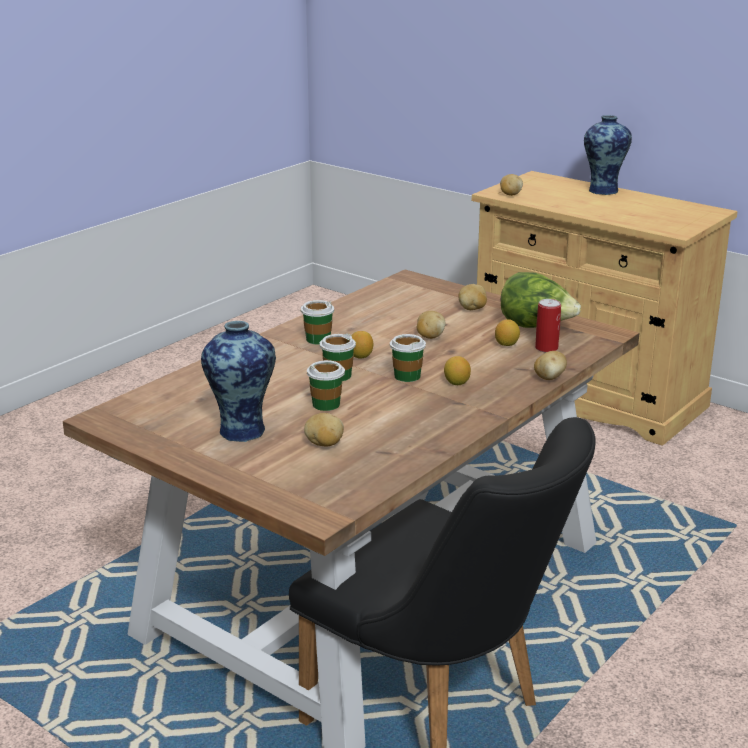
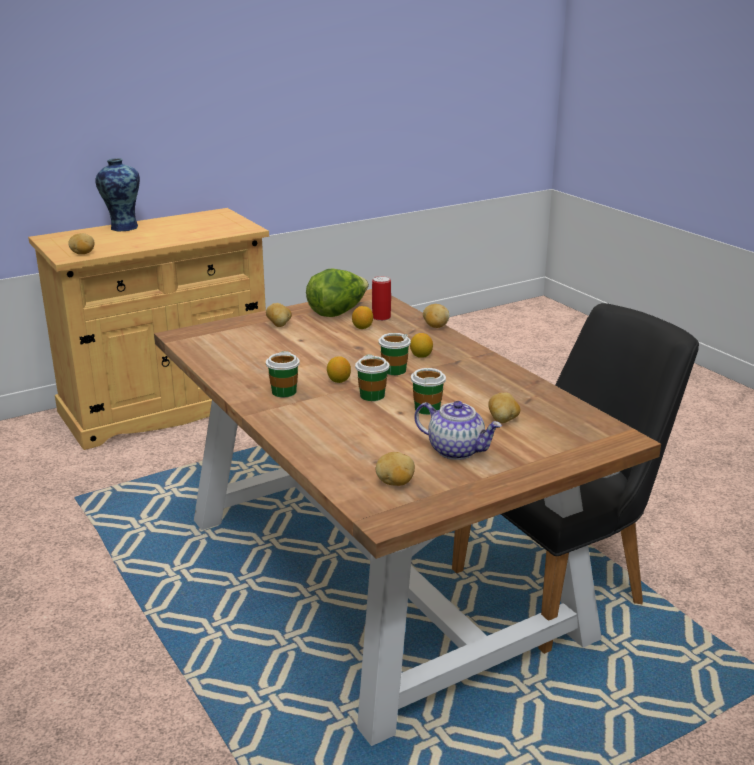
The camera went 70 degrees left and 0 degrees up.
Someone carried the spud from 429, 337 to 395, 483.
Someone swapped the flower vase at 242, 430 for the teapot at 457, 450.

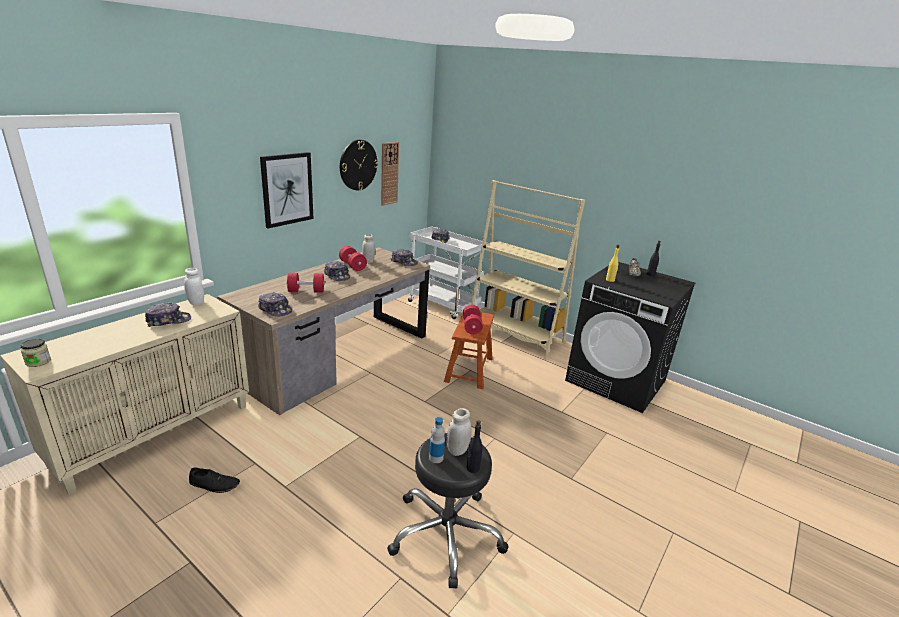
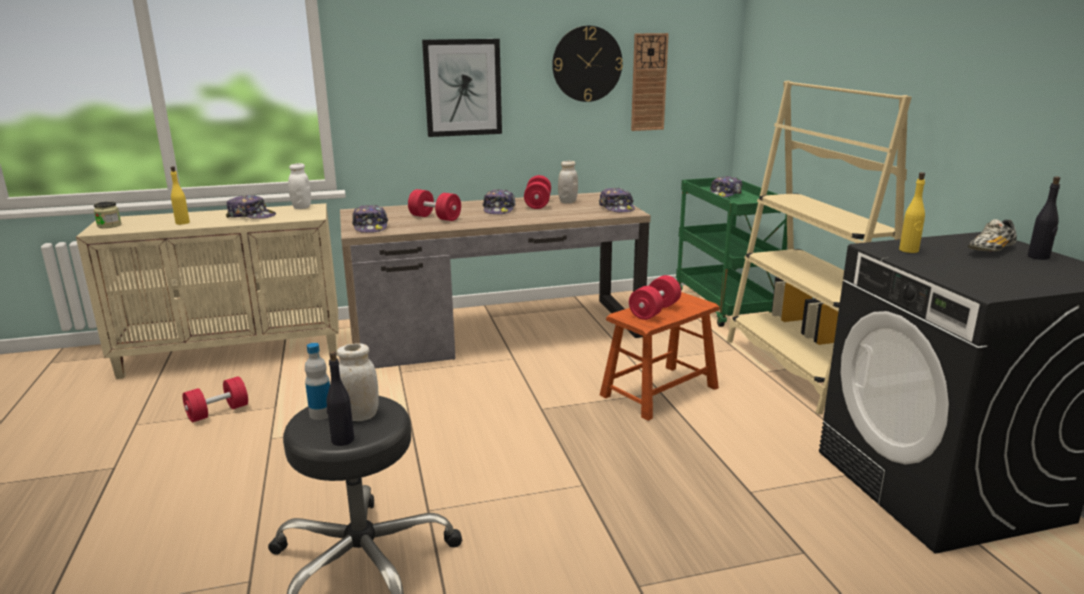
The camera went 40 degrees right and 5 degrees down.
Someone repainted the whitish trolley at 444, 305, which became the green trolley at 726, 308.
Someone swapped the black shoe at 214, 484 for the red-coloured dumbbell at 218, 412.
Someone put down the yellowish bottle at 182, 223.

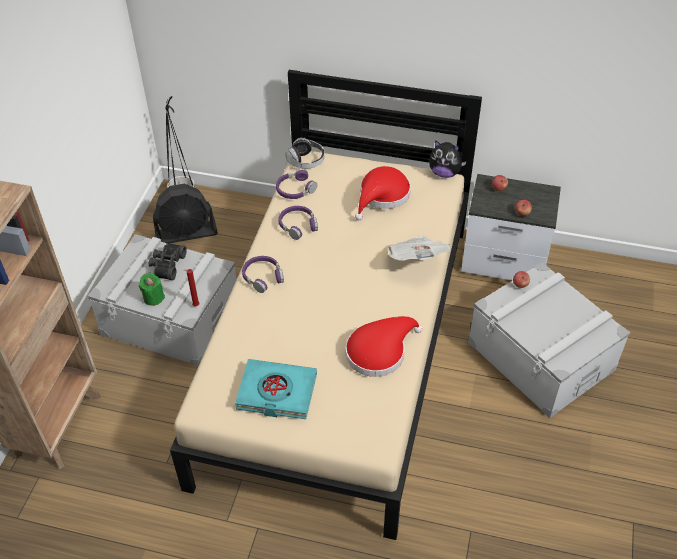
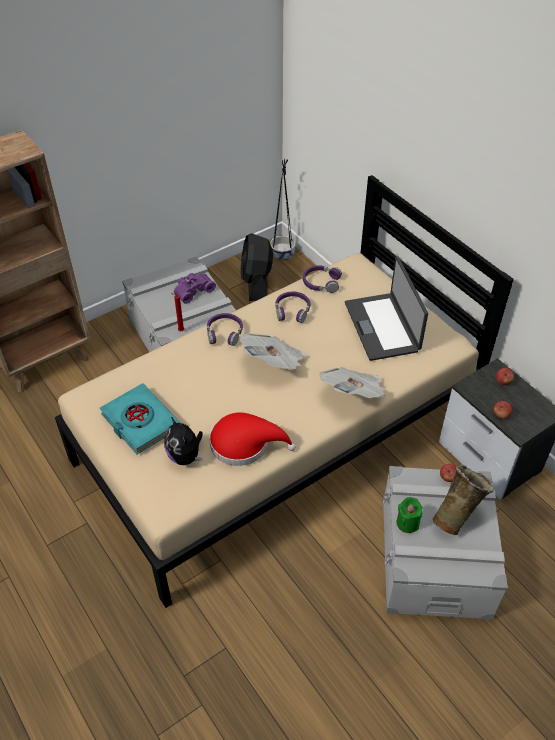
The camera went 40 degrees right and 0 degrees up.
Someone took away the headphones at 306, 161.
Someone carried the cuddly toy from 444, 173 to 185, 456.
Someone swapped the red-coloured wearable hat at 382, 196 for the portable computer at 383, 326.
Someone rotated the black fan at 186, 233 by 60 degrees clockwise.
Someone repainted the black field glasses at 166, 265, which became the purple field glasses at 193, 290.
Someone carried the green wax light from 153, 298 to 407, 523.
Someone put down the daily paper at 274, 363.
Someone put down the sand-coloured flower vase at 457, 516.

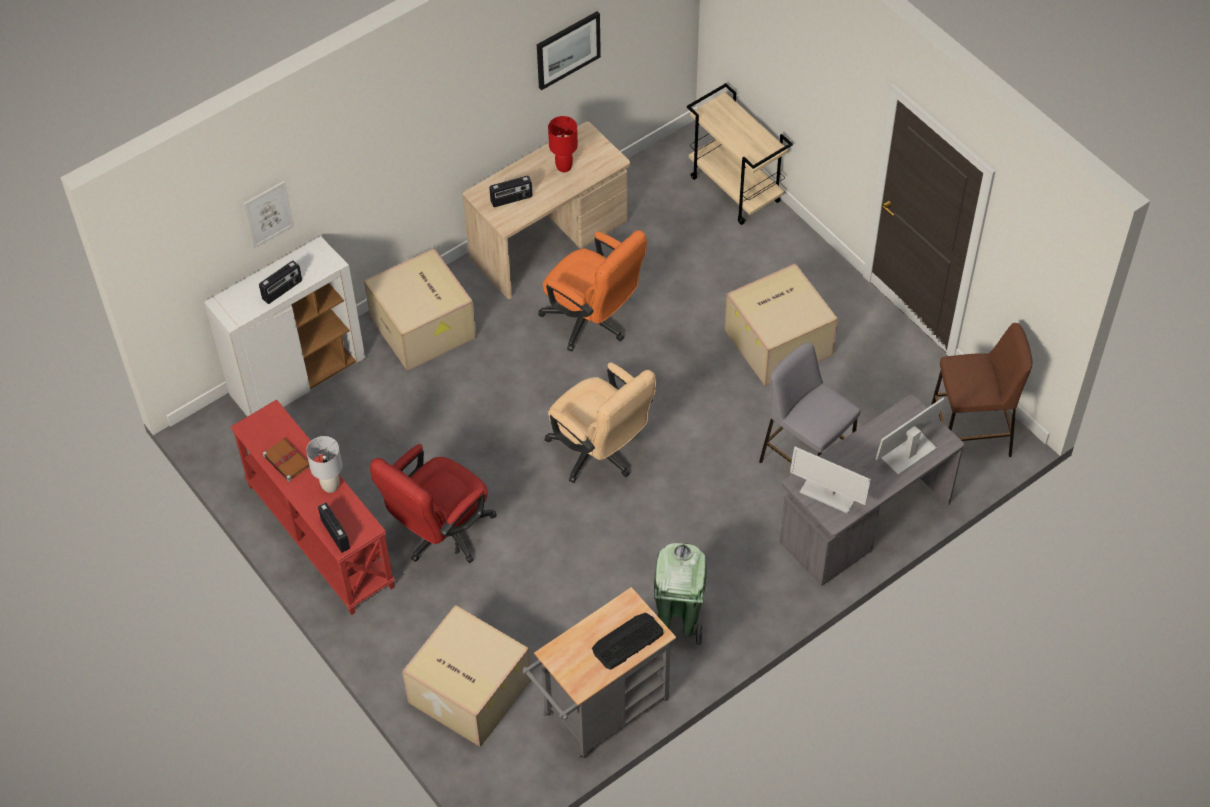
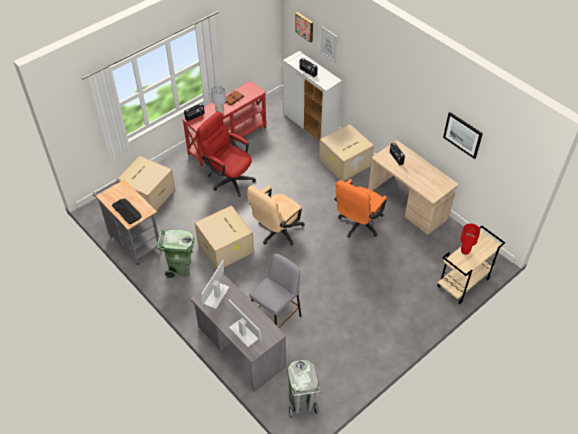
The camera went 85 degrees right and 5 degrees down.
Someone carried the red-coloured table lamp from 564, 167 to 465, 251.
Someone carried the cardboard box from 778, 341 to 226, 247.
Someone swapped the brown-coloured sitting stool at 970, 435 for the greyish rubbish bin at 302, 403.
Someone put up the wall picture at 305, 26.

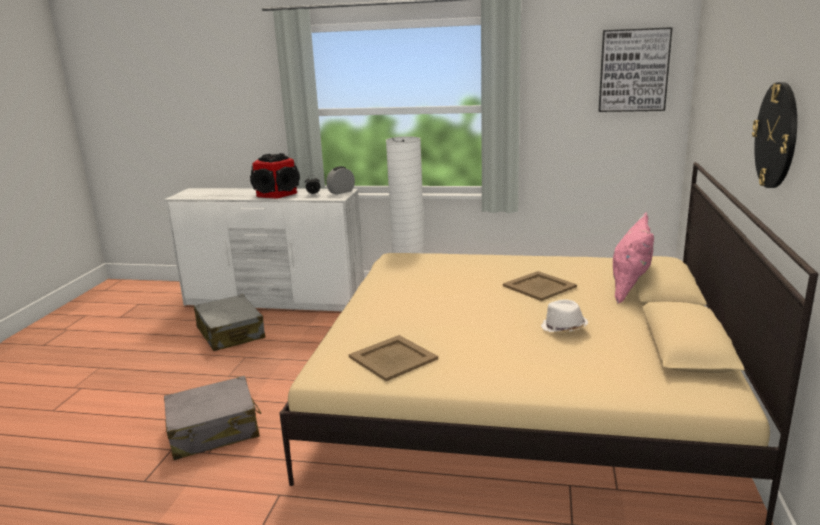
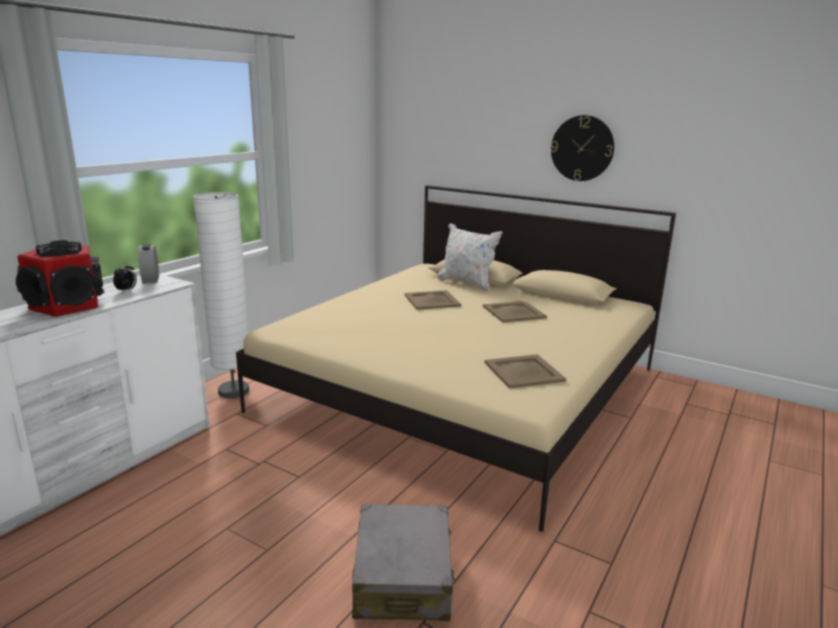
The camera went 70 degrees left and 0 degrees up.
Someone took away the wall picture at 633, 70.
Someone repainted the pink-coloured cushion at 630, 289, which became the whitish cushion at 467, 283.
Someone took away the greyish travel case at 230, 333.
Someone swapped the whitish wearable hat at 563, 328 for the sand-coloured tray at 514, 312.

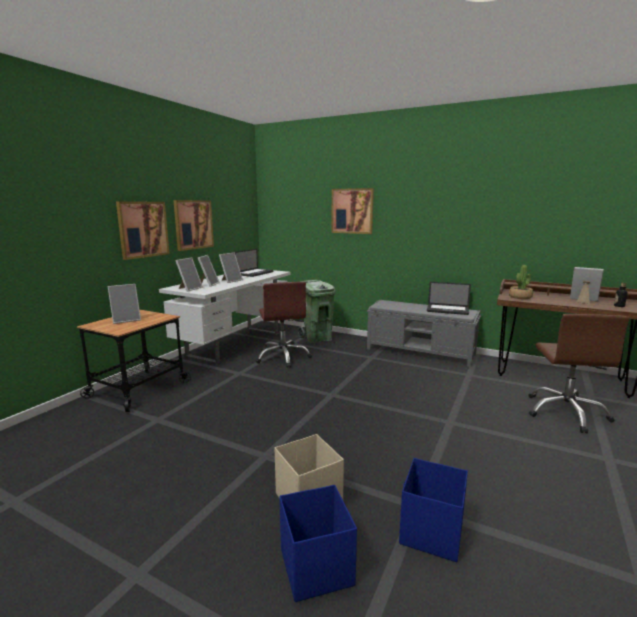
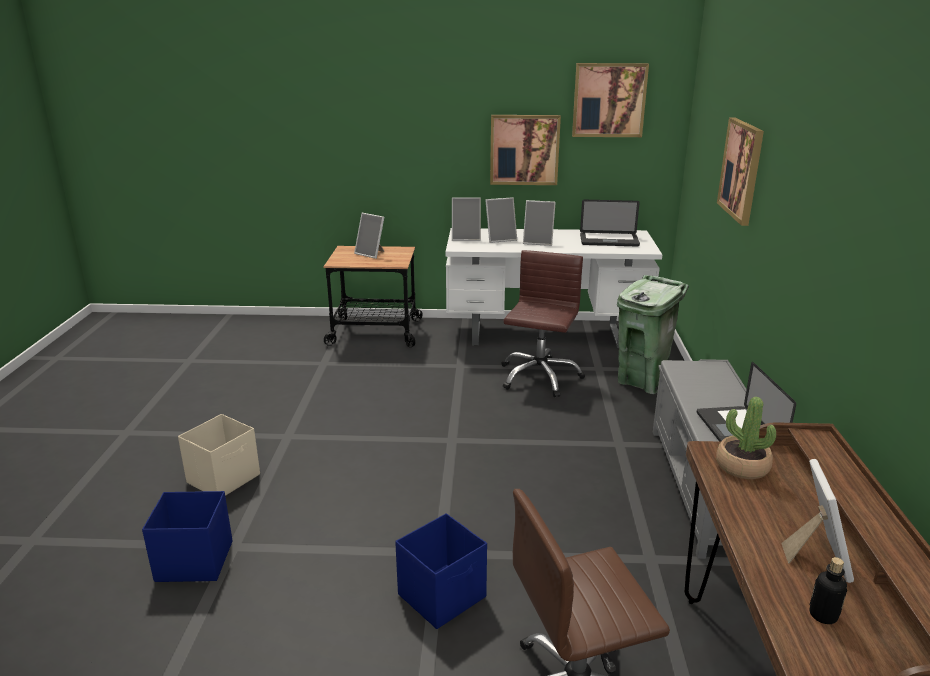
The camera went 65 degrees right and 10 degrees up.
Someone carried the wall picture from 143, 229 to 609, 100.
Someone rotated the brown-coloured office chair at 283, 357 by 150 degrees clockwise.
Someone carried the bluish storage box from 316, 566 to 443, 596.

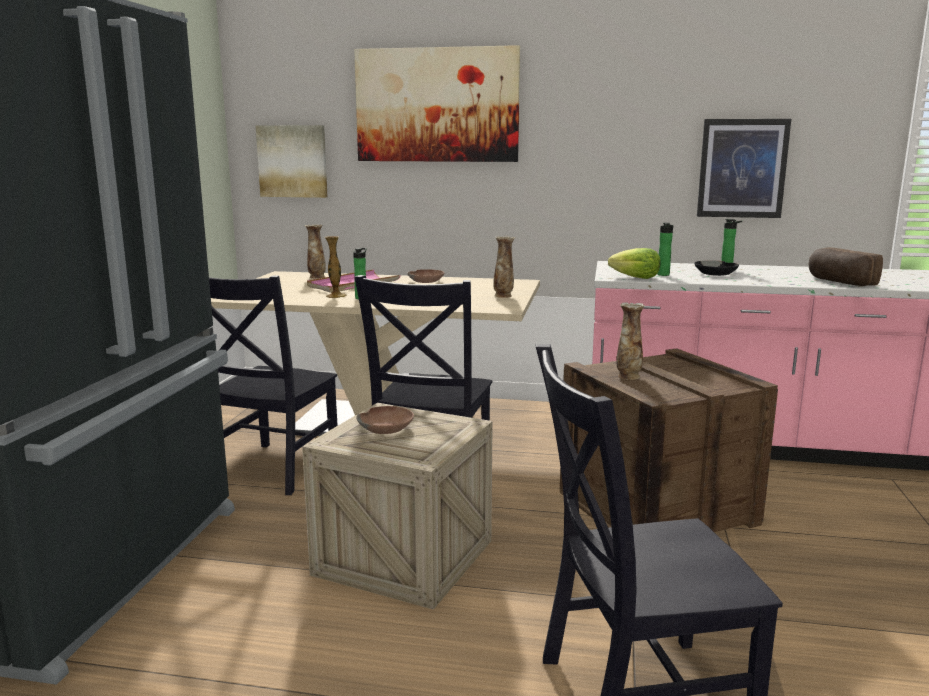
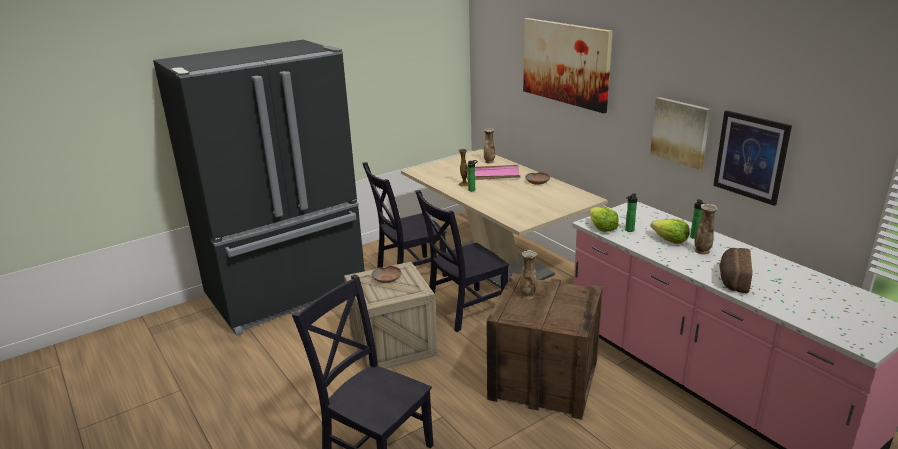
The camera went 45 degrees right and 10 degrees up.
Someone carried the wall picture from 293, 161 to 680, 132.
Someone carried the flower vase from 503, 296 to 702, 251.
Someone swapped the black deep dish at 716, 273 for the head of lettuce at 670, 240.

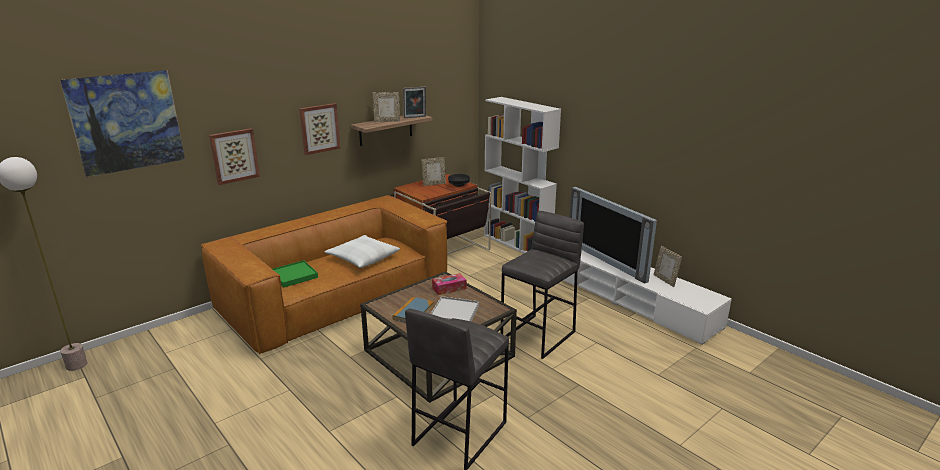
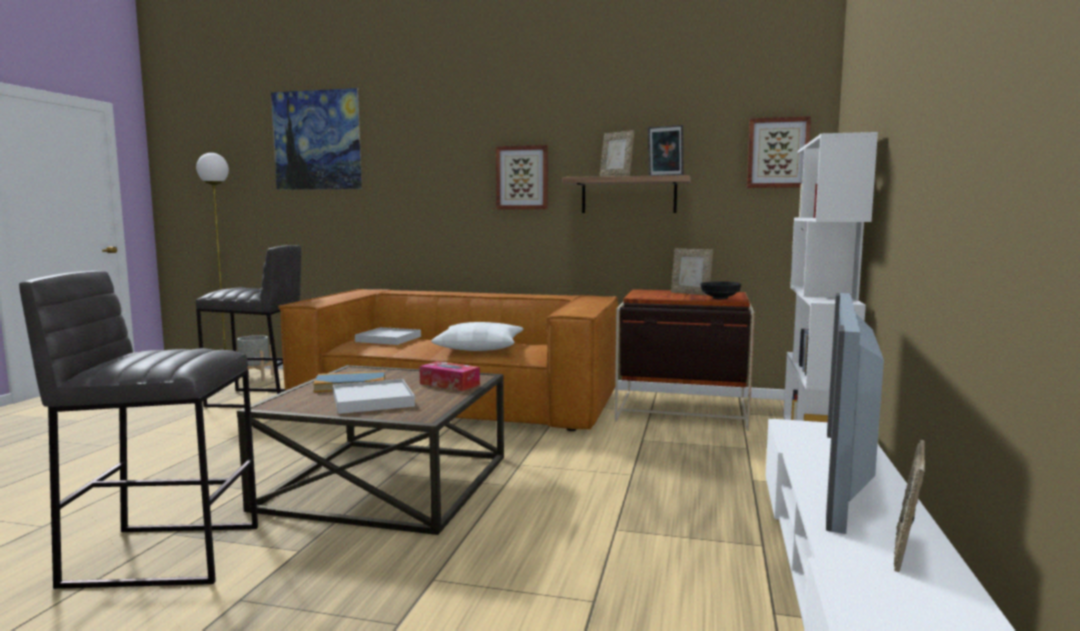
The camera went 55 degrees right and 15 degrees down.
Someone carried the wall picture from 234, 156 to 778, 153.
Someone carried the greyish sitting stool from 539, 336 to 258, 399.
Someone repainted the green tray at 294, 275, which became the whitish tray at 388, 339.
Someone put down the greyish plant pot at 255, 377.

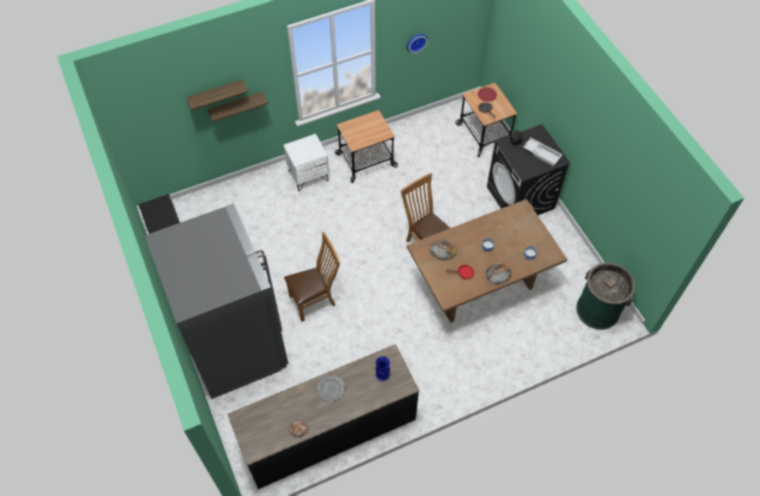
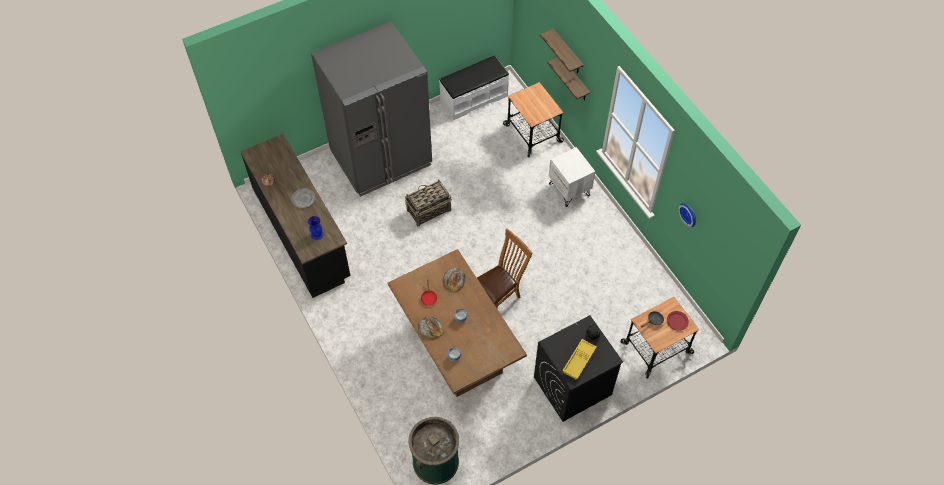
The camera went 85 degrees right and 0 degrees up.
Someone carried the trolley from 366, 160 to 533, 133.
Someone repainted the whitish tray at 542, 153, which became the yellowish tray at 579, 361.
Someone swapped the brown-coloured plain chair at 315, 300 for the basket at 428, 210.

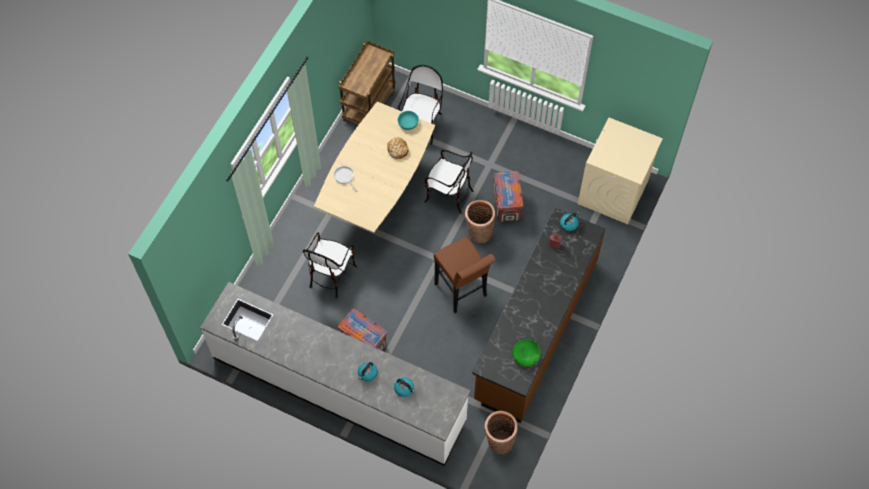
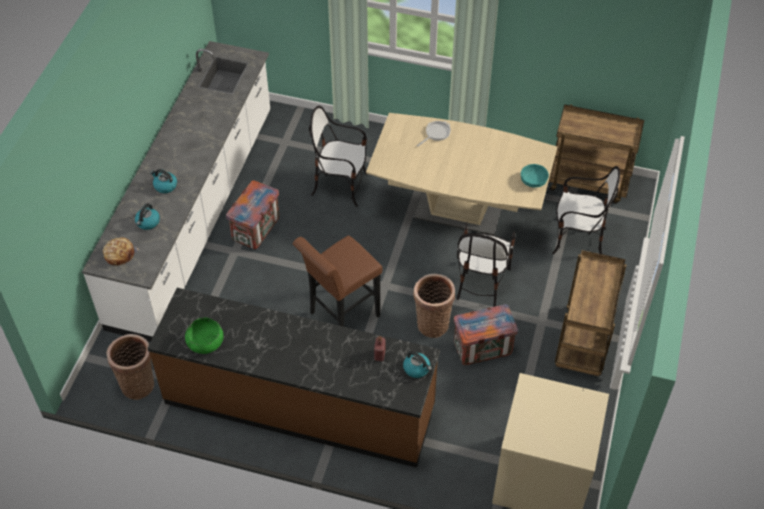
The camera went 80 degrees right and 10 degrees down.
Someone carried the bread from 397, 150 to 119, 254.
Someone put down the brown-coloured trolley at 583, 343.

